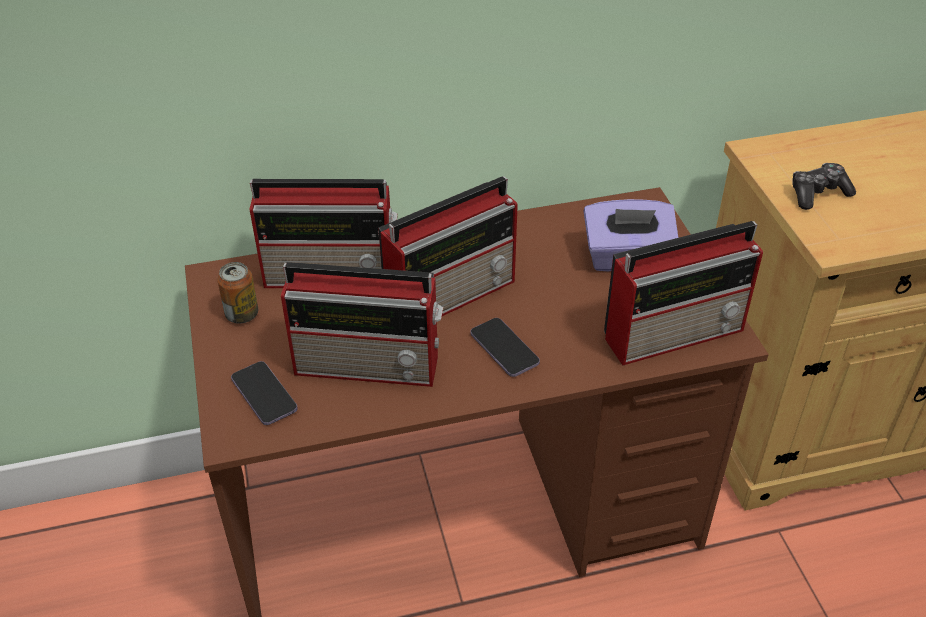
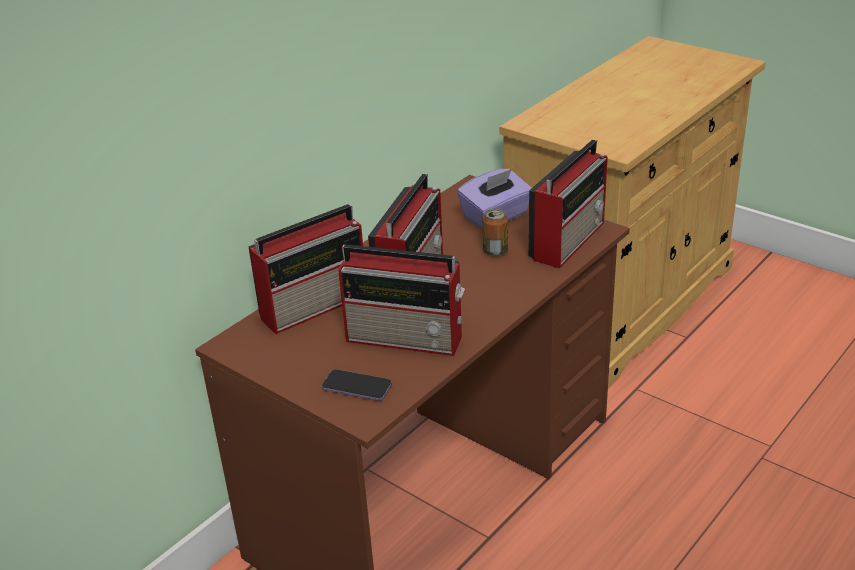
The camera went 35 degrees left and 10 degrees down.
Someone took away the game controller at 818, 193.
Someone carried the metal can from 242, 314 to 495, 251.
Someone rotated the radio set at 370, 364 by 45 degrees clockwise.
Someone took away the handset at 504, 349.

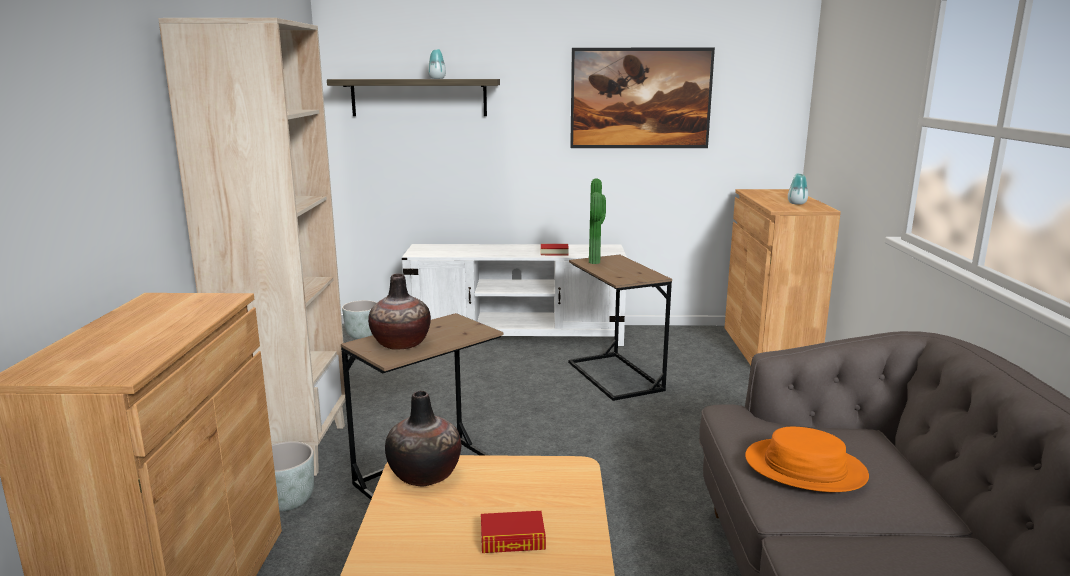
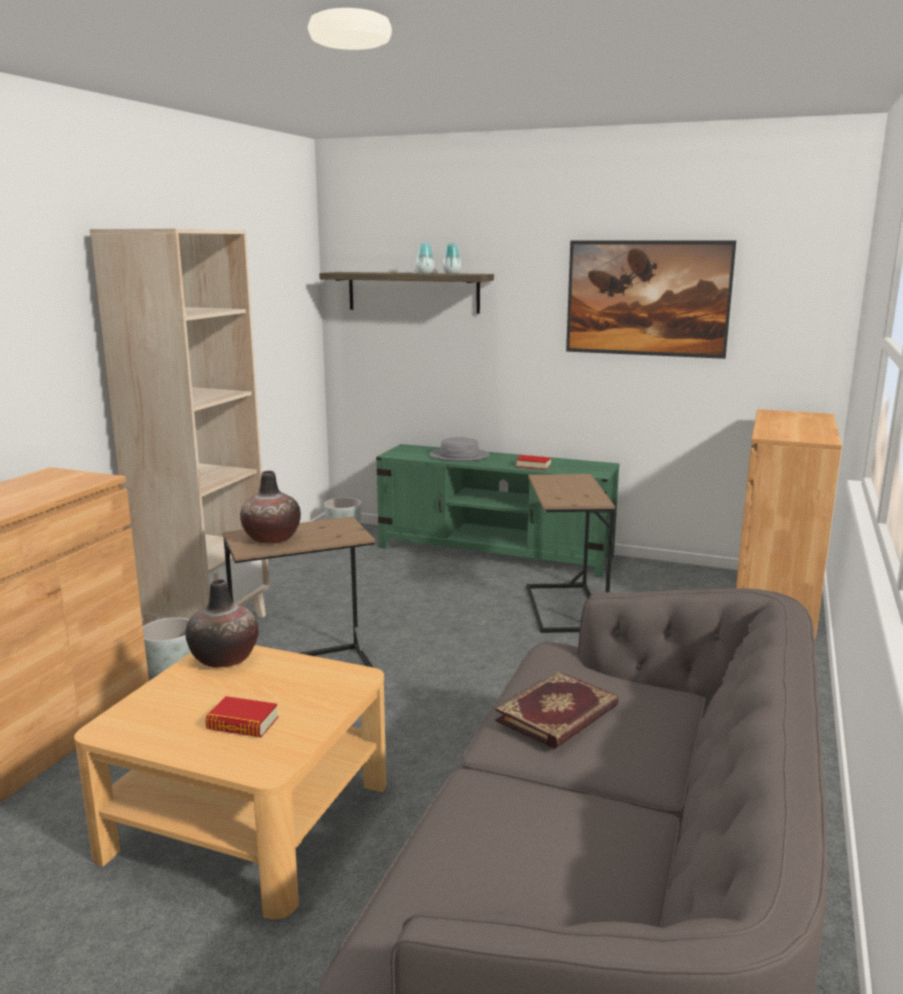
The camera went 20 degrees right and 0 degrees up.
Someone carried the flower vase from 797, 203 to 451, 273.
Someone took away the plant in a pot at 596, 262.
Someone repainted the whitish tv unit at 517, 335, which became the green tv unit at 495, 552.
Someone swapped the orange-coloured wearable hat at 804, 468 for the bound book at 559, 714.
Someone put down the greyish wearable hat at 459, 456.

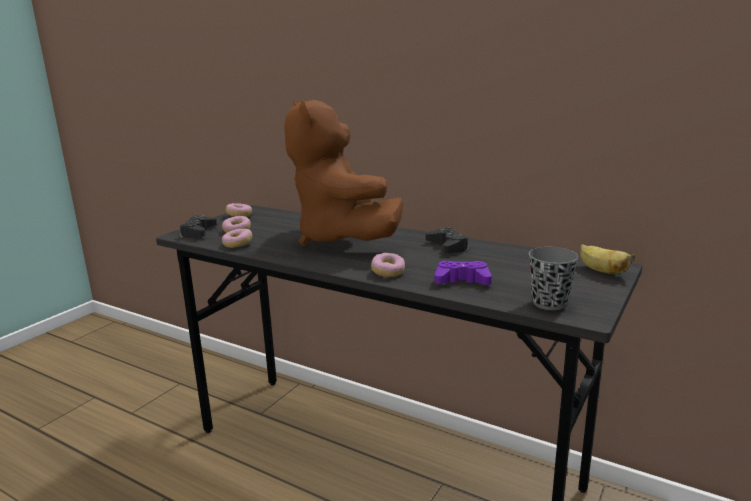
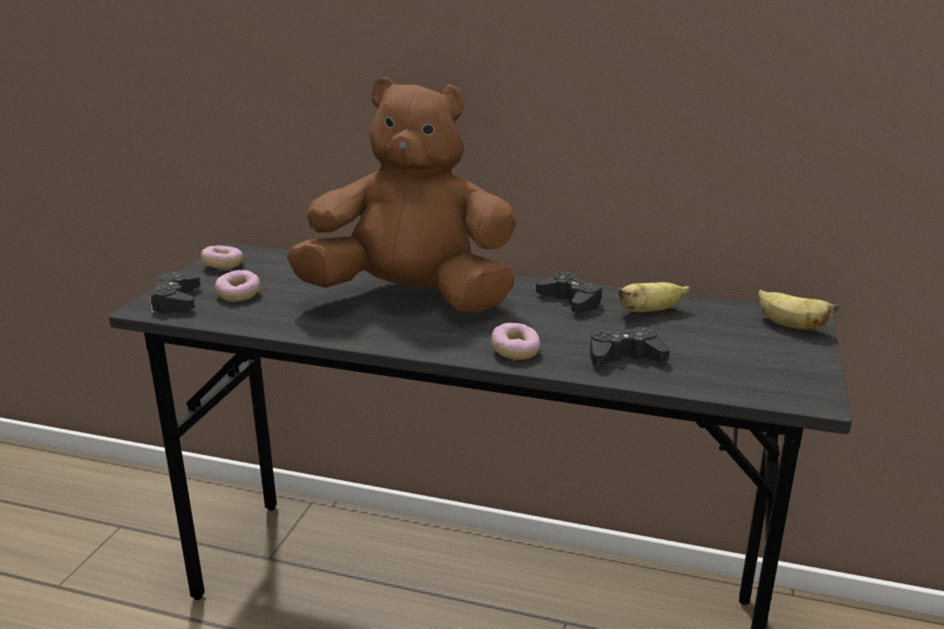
The camera went 15 degrees left and 5 degrees up.
Someone rotated the brown-coloured cuddly toy at 341, 239 by 135 degrees clockwise.
Someone took away the doughnut at 238, 244.
Someone took away the greyish drinking cup at 549, 303.
Someone repainted the purple game controller at 462, 281, which became the black game controller at 624, 357.
Someone put down the whole banana at 649, 311.

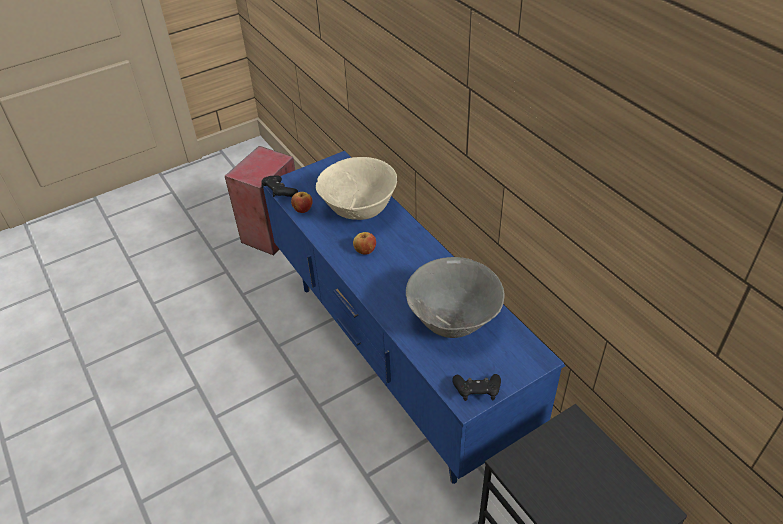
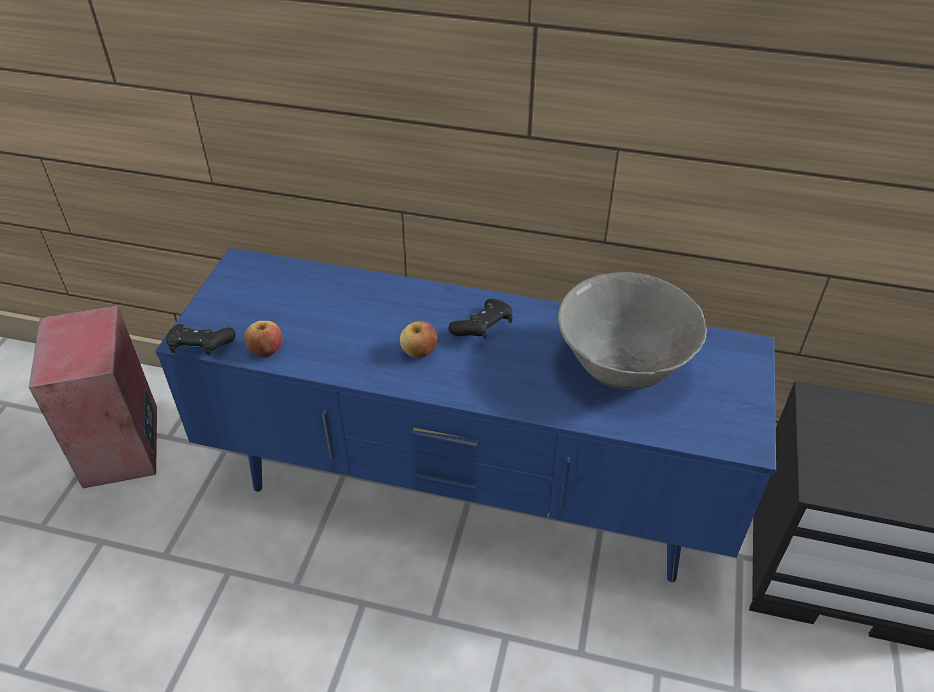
The camera went 45 degrees left and 0 degrees up.
Someone took away the sand-coloured deep dish at 359, 211.
Someone carried the black game controller from 477, 392 to 483, 329.

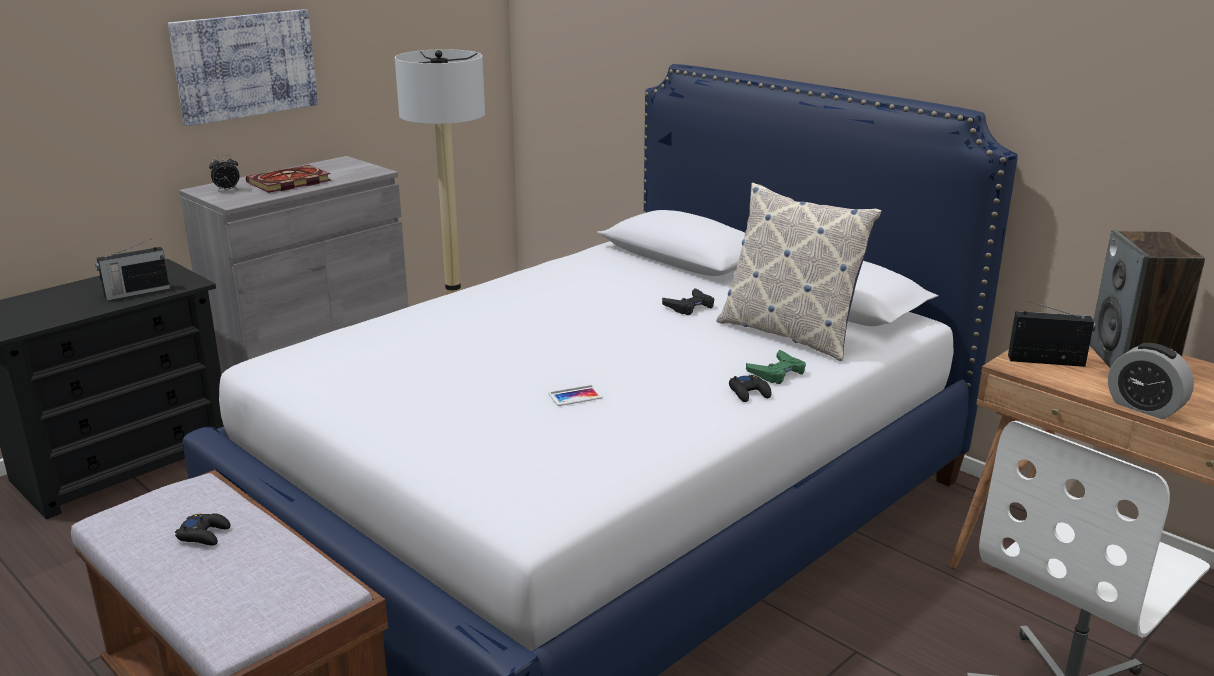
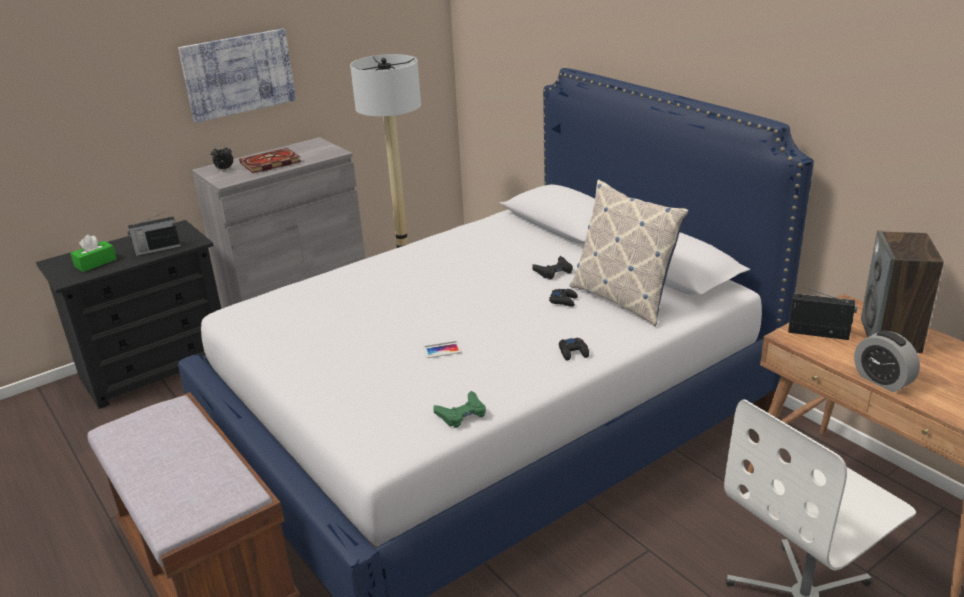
The camera went 10 degrees right and 5 degrees up.
Someone carried the green game controller from 777, 372 to 462, 414.
Someone carried the black game controller from 204, 534 to 563, 301.
Someone put down the green box of tissues at 95, 263.

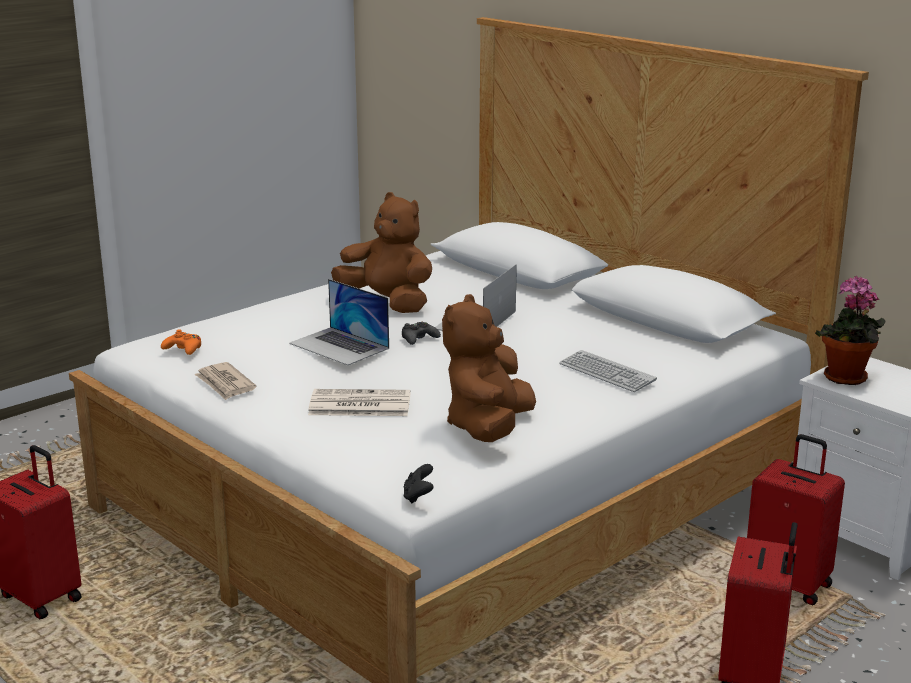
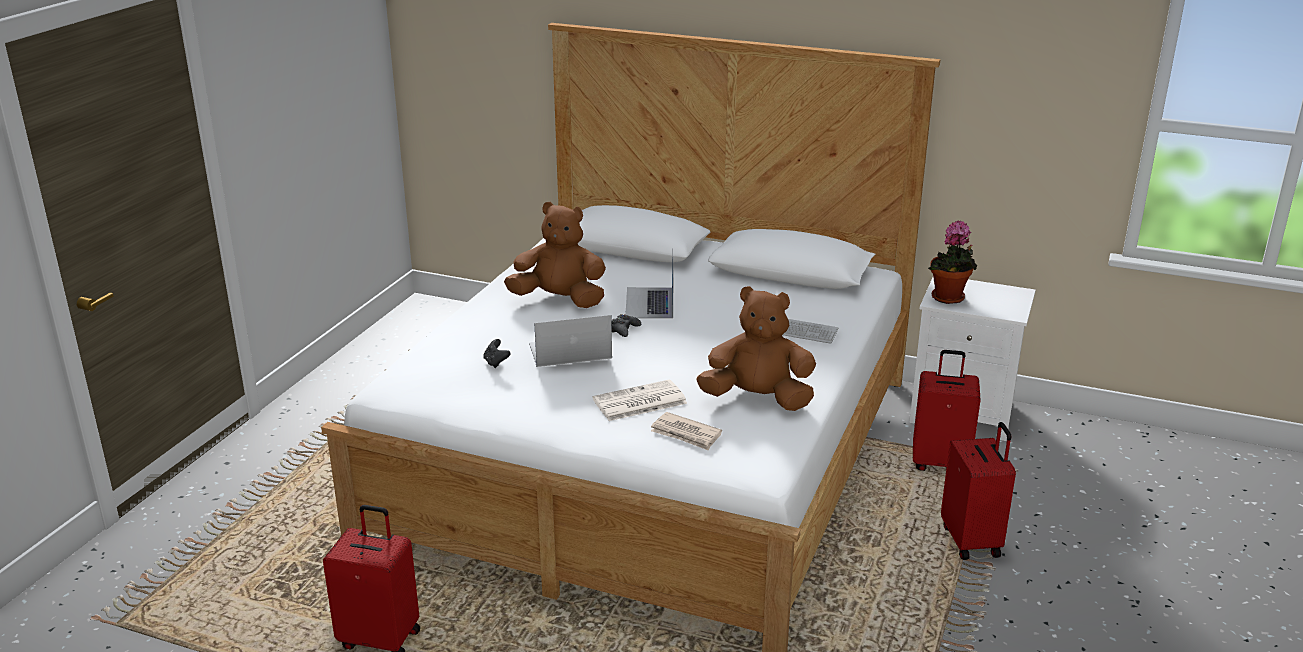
The camera went 25 degrees left and 5 degrees up.
Someone rotated the portable computer at 339, 346 by 150 degrees clockwise.
Someone rotated the brown-coloured cuddly toy at 488, 428 by 105 degrees clockwise.
Someone took away the orange-coloured game controller at 183, 349.
Someone carried the daily paper from 225, 384 to 686, 434.
Someone carried the black game controller from 418, 497 to 496, 363.

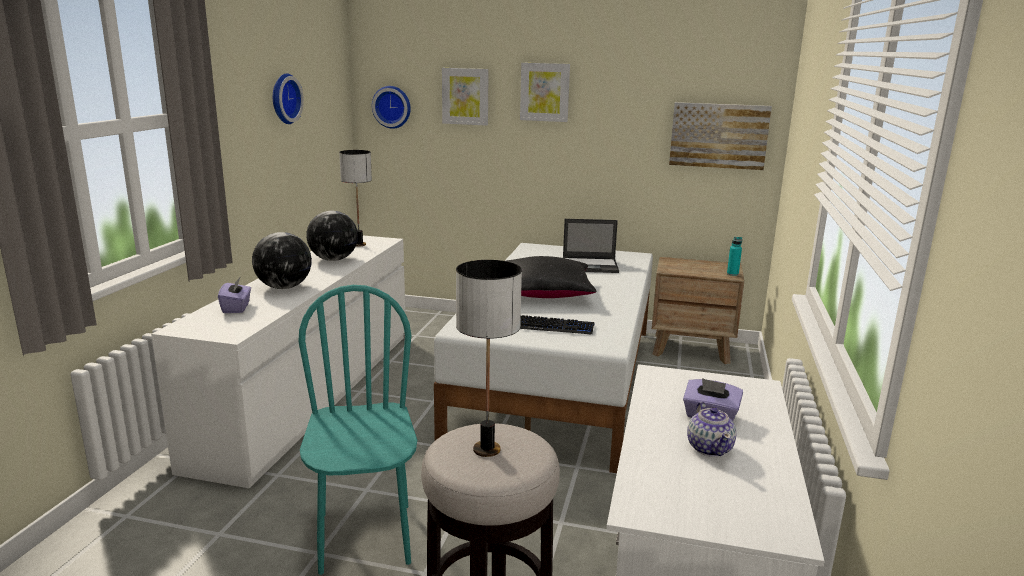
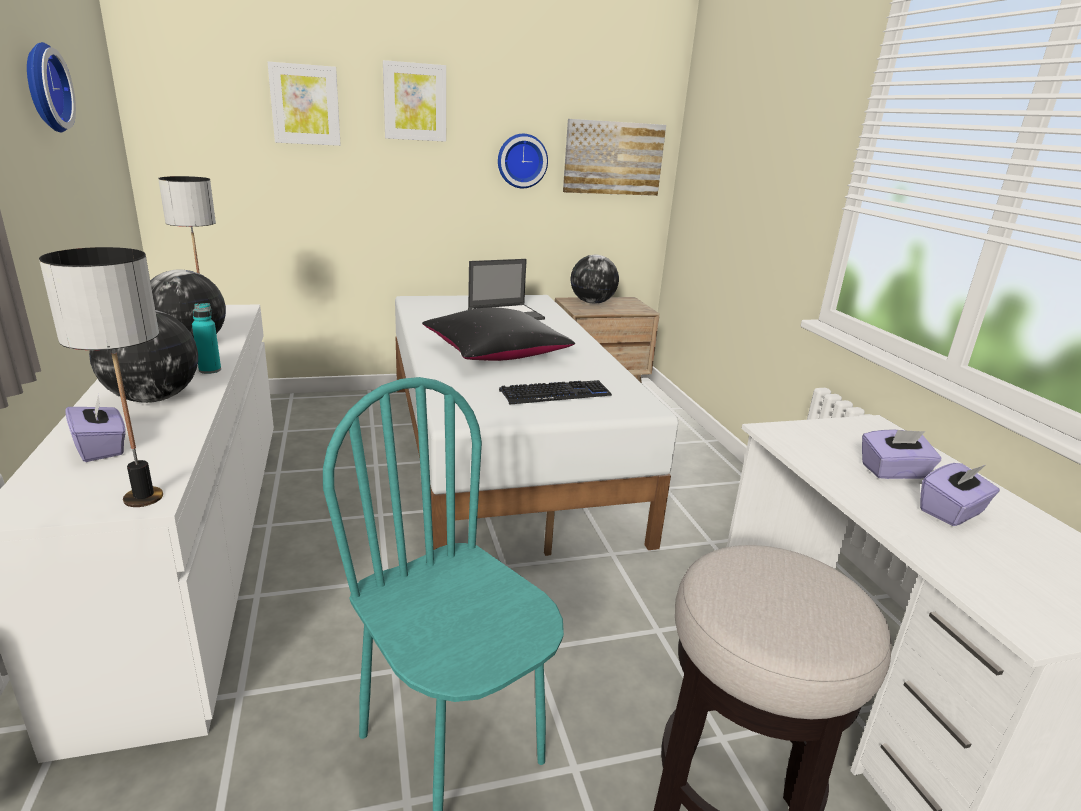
The camera went 30 degrees left and 5 degrees up.
Someone carried the hanging clock from 392, 107 to 521, 161.
Someone carried the turquoise bottle from 732, 274 to 210, 370.
Someone carried the table lamp from 486, 450 to 143, 498.
Someone swapped the teapot at 710, 448 for the purple box of tissues at 952, 512.
Someone put down the world globe at 592, 302.

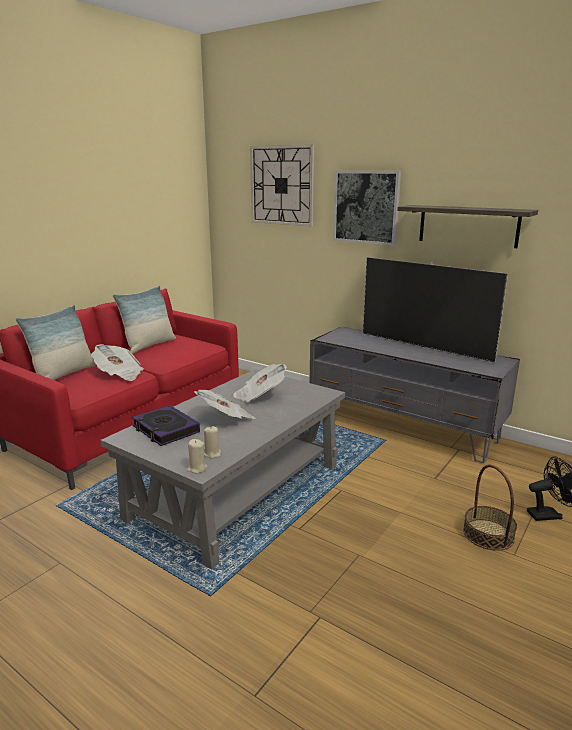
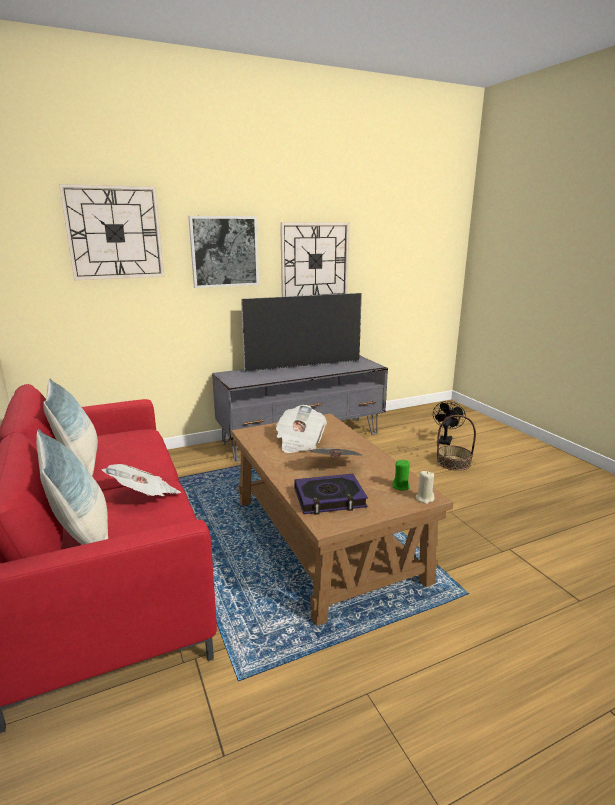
The camera went 60 degrees left and 0 degrees up.
Someone swapped the wall shelf at 468, 225 for the hanging clock at 314, 261.
Someone repainted the greyish lounge table at 237, 490, which became the brown-coloured lounge table at 323, 537.
Someone repainted the sand-coloured wax light at 212, 454, which became the green wax light at 401, 486.

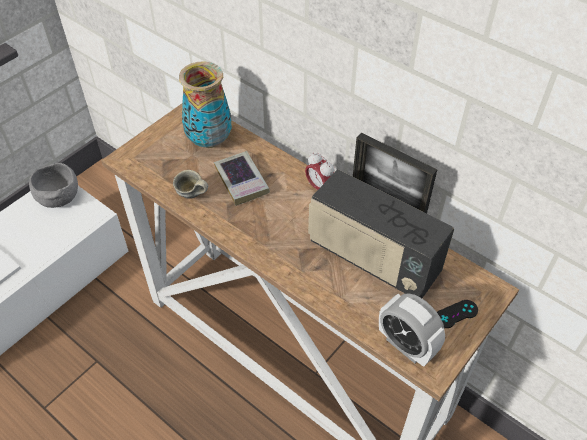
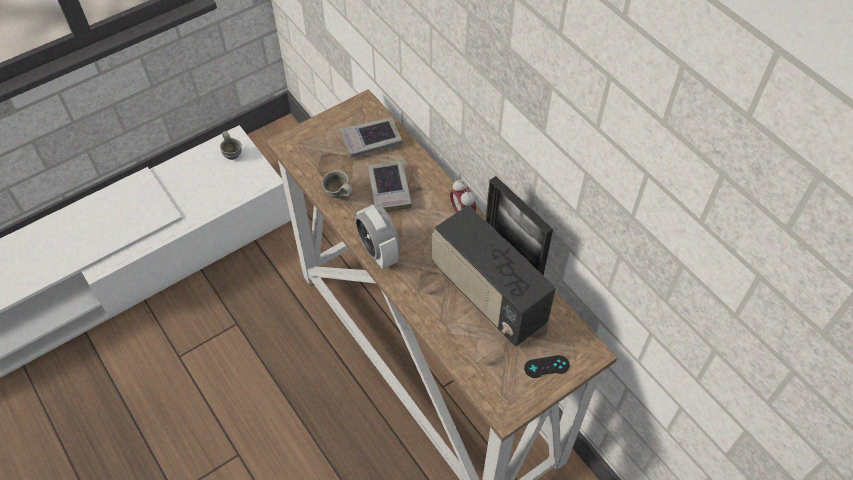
The camera went 15 degrees right and 5 degrees up.
Someone swapped the flower vase at 209, 141 for the bound book at 371, 141.
Someone swapped the greyish deep dish at 59, 198 for the greyish mug at 233, 154.
Someone carried the table clock from 406, 345 to 378, 251.

